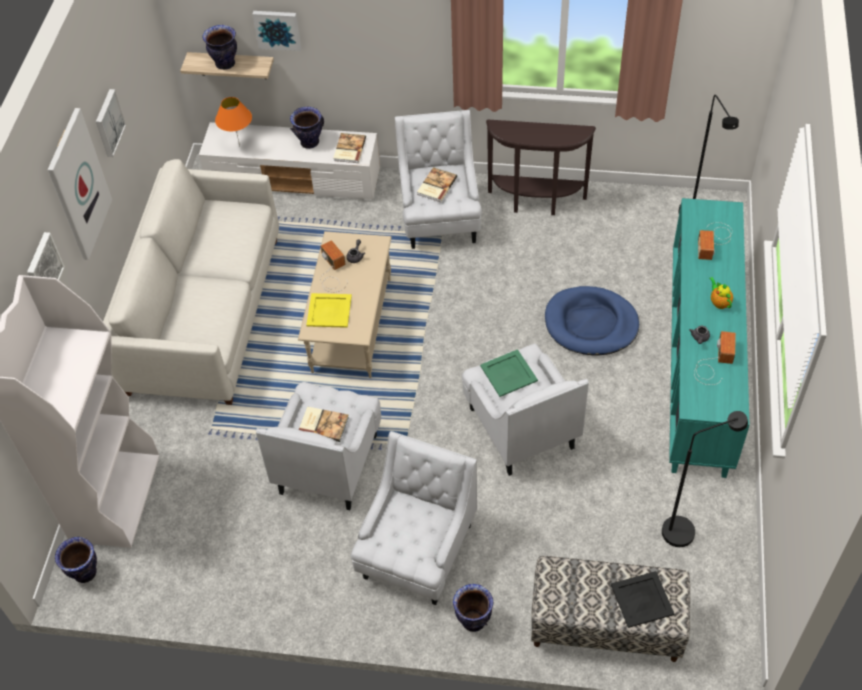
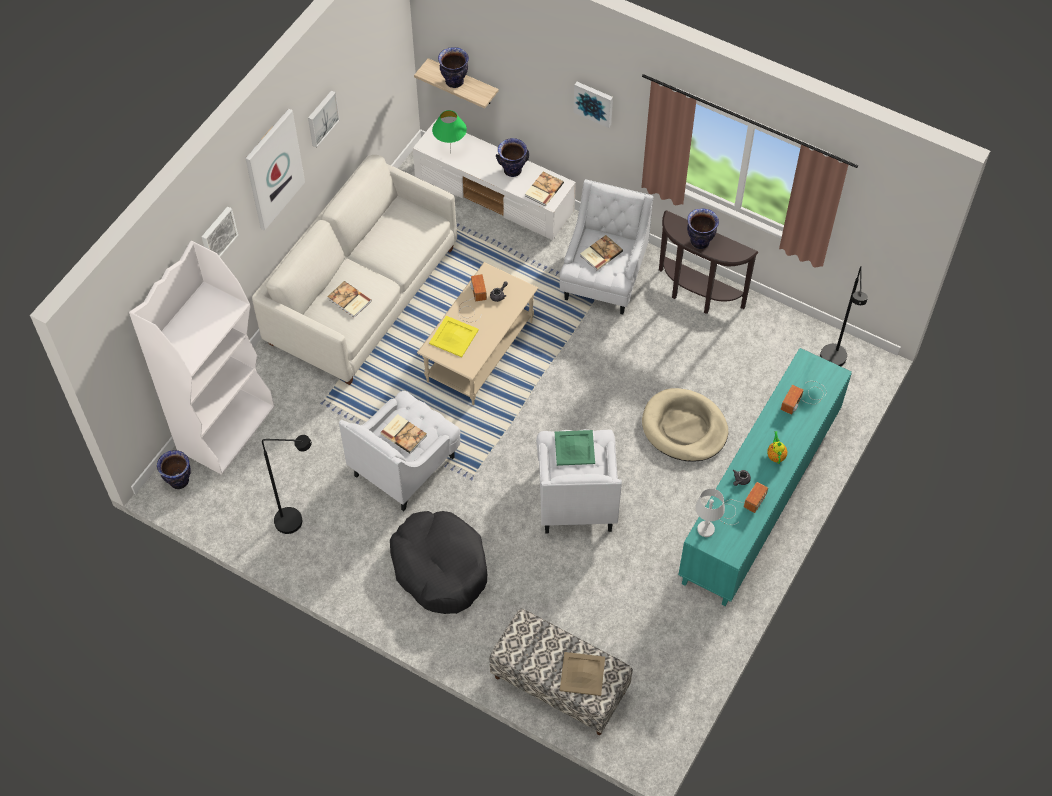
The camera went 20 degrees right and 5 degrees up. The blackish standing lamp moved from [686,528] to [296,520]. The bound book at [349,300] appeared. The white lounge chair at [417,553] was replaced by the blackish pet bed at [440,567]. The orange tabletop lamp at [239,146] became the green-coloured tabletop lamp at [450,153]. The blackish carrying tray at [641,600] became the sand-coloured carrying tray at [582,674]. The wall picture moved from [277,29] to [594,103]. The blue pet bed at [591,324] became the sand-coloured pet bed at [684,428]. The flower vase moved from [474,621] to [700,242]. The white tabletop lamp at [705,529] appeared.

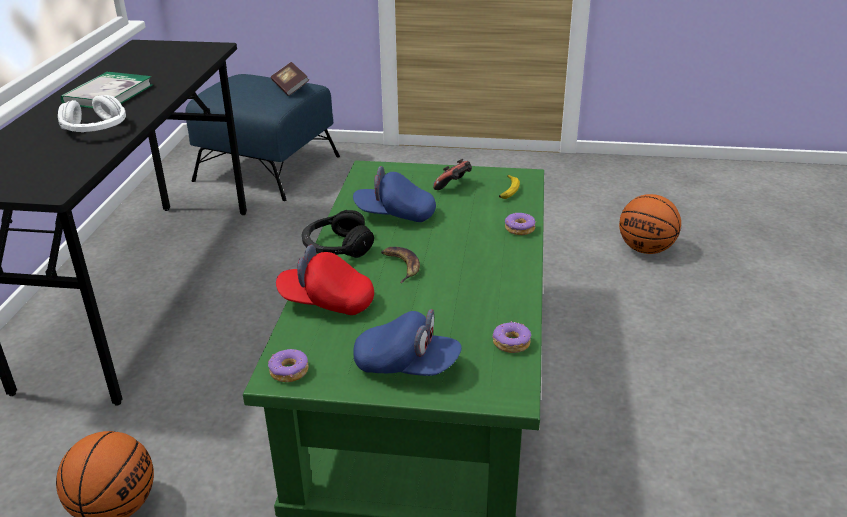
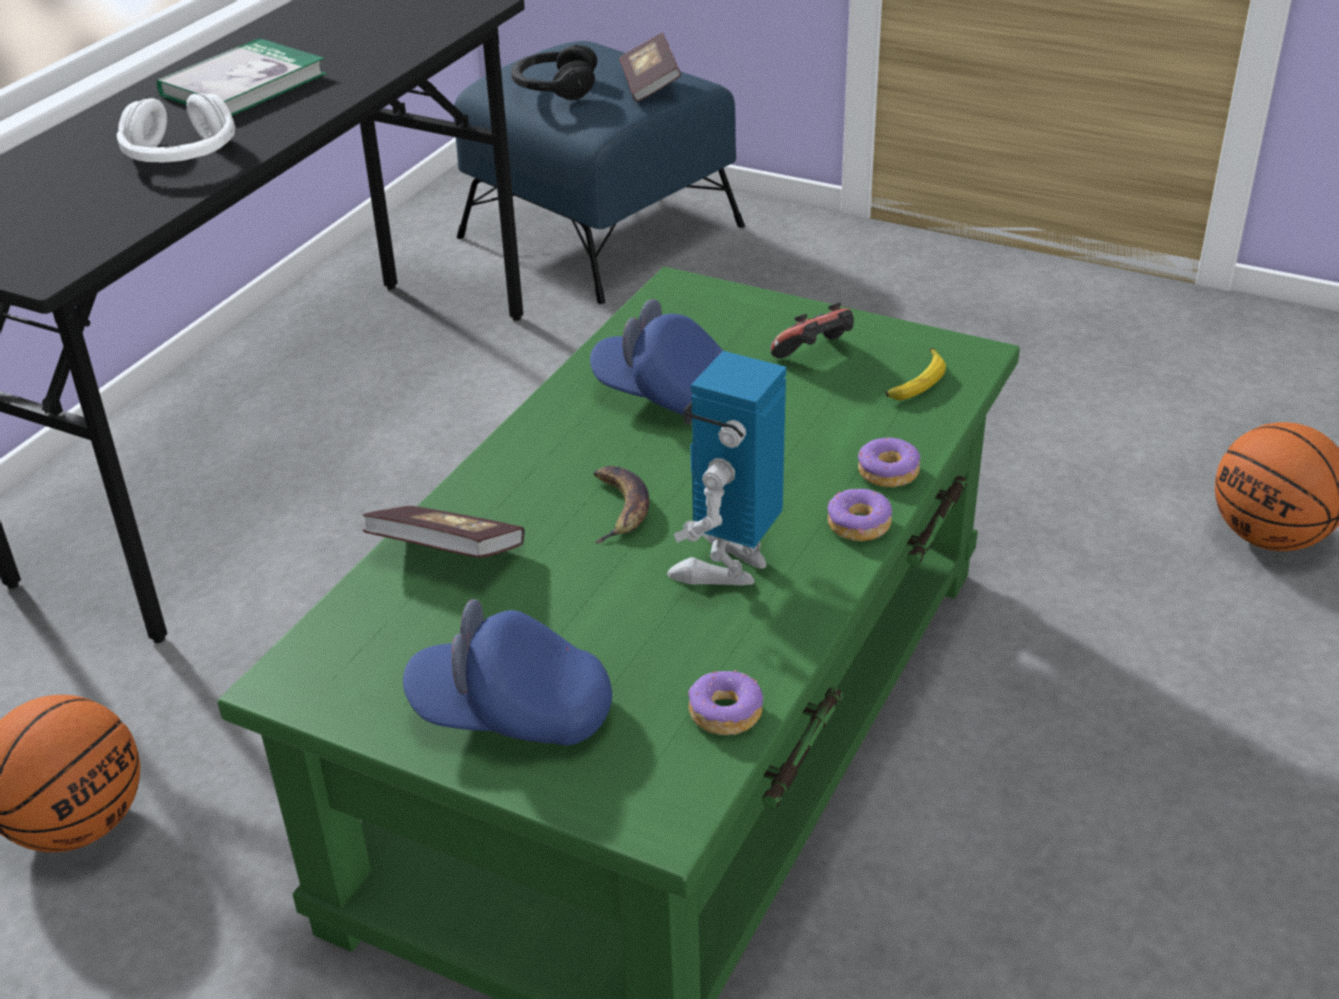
The camera went 20 degrees right and 5 degrees up. The red peaked cap at [326,302] was replaced by the bound book at [447,554]. The blue peaked cap at [407,366] turned 150 degrees clockwise. The blackish pair of headphones moved from [337,247] to [555,88]. The toy robot at [728,565] appeared. The doughnut moved from [289,371] to [859,525].

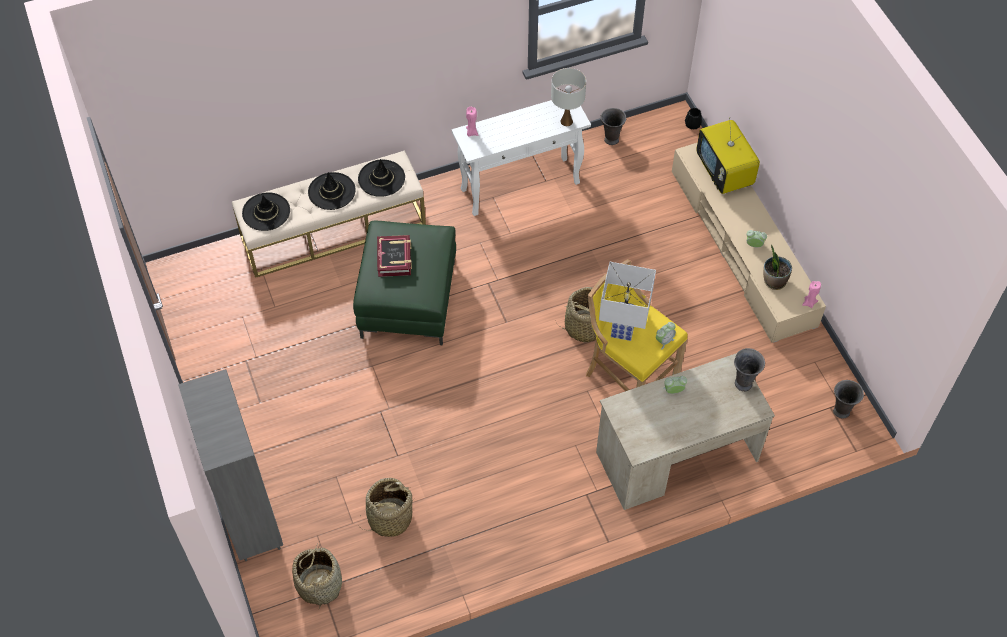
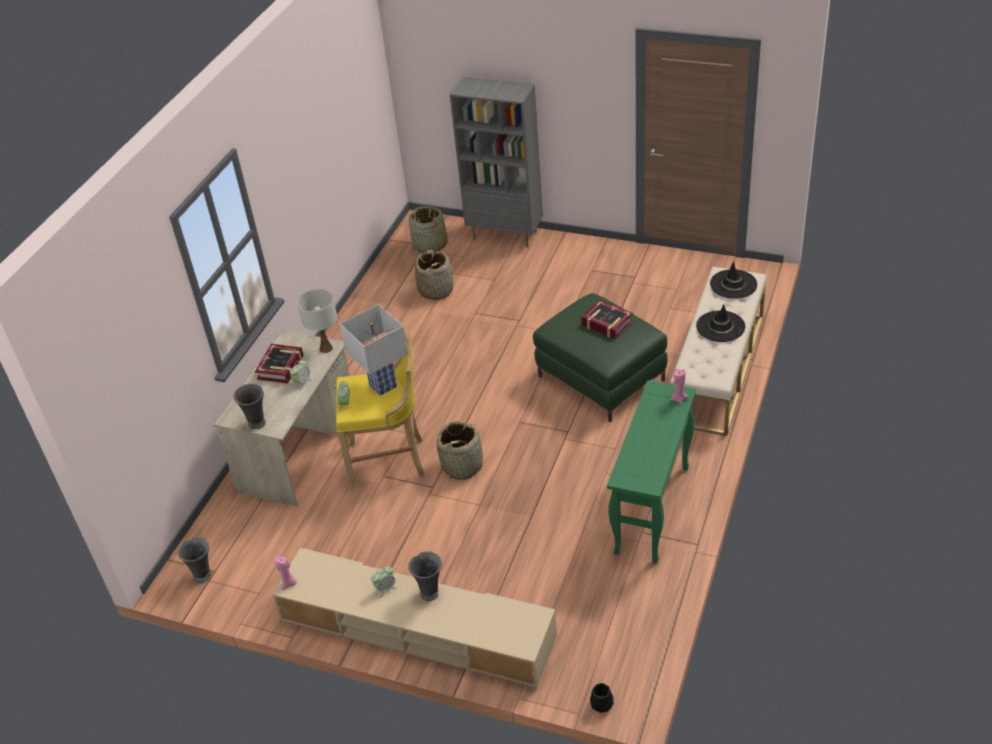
The camera went 135 degrees right and 15 degrees down. The bound book at [281,367] appeared. The white tabletop lamp moved from [566,121] to [326,348]. The greyish flower vase moved from [611,140] to [430,592]. The white hall table at [521,186] became the green-coloured hall table at [652,511]. The blackish clothing hat at [381,178] disappeared. The TV set at [724,174] disappeared. The plant in a pot at [774,281] disappeared.

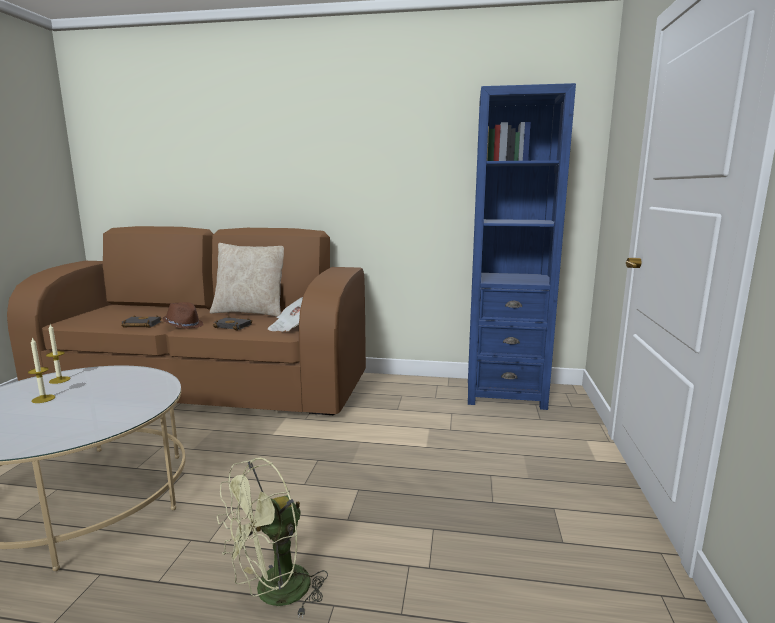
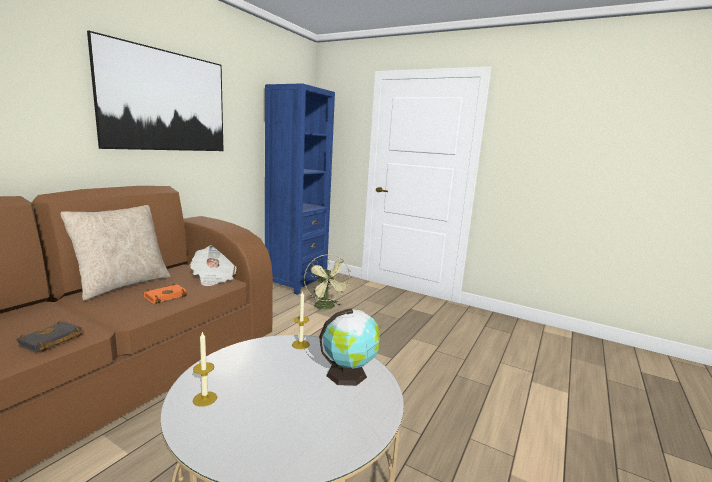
The camera went 70 degrees left and 0 degrees up. The wall picture at [166,101] appeared. The blackish bound book at [234,326] became the orange bound book at [166,296]. The wax candle moved from [43,399] to [300,344]. The green-coloured fan moved from [273,594] to [326,307]. The desk globe at [349,373] appeared. The brownish clothing hat at [183,325] disappeared.

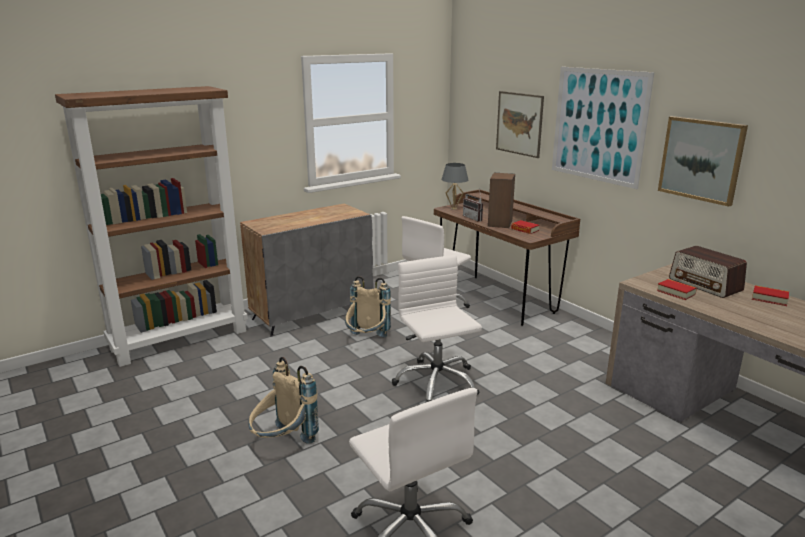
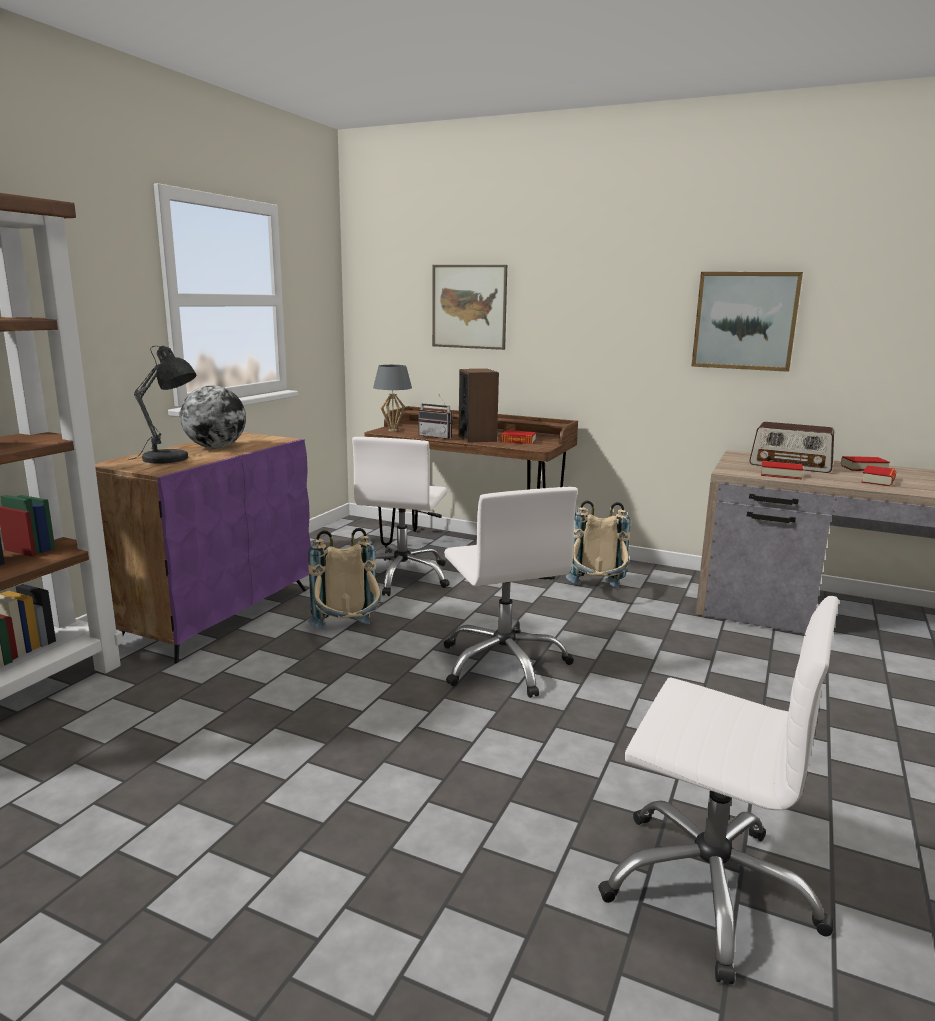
The camera went 30 degrees left and 5 degrees down. The greyish cupboard at [313,313] became the purplish cupboard at [219,614]. The greyish tabletop lamp at [169,459] appeared. The desk globe at [215,447] appeared. The white desk chair at [436,382] turned 150 degrees counterclockwise. The sand-coloured backpack moved from [283,443] to [597,593]. The bound book at [878,480] appeared. The wall picture at [598,125] disappeared.

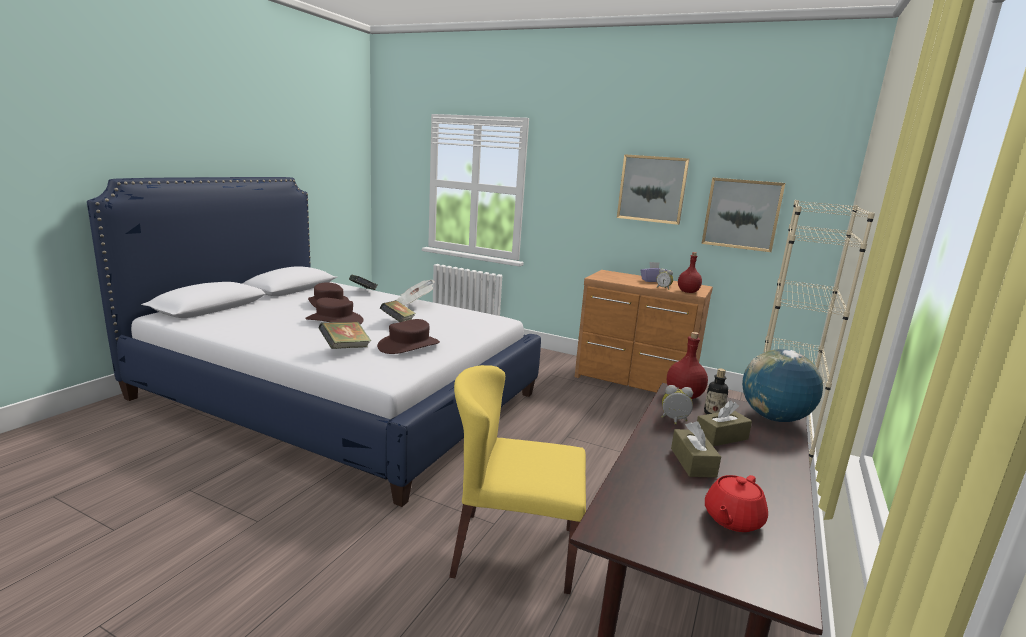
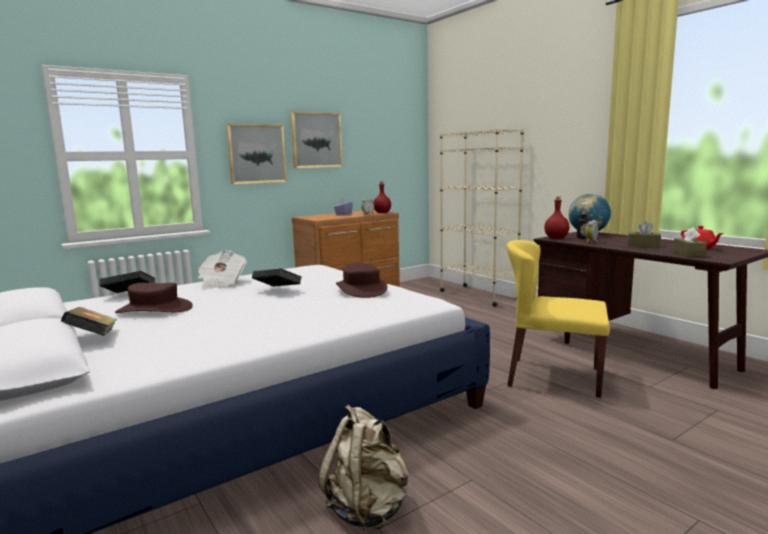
The camera went 60 degrees left and 5 degrees down. The bound book moved from [345,348] to [93,338]. The wall picture moved from [742,214] to [256,154]. The sand-coloured backpack at [368,508] appeared. The yellow upright chair at [513,550] turned 75 degrees clockwise. The brownish tissue box moved from [721,437] to [688,254]. The brownish clothing hat at [335,320] disappeared.

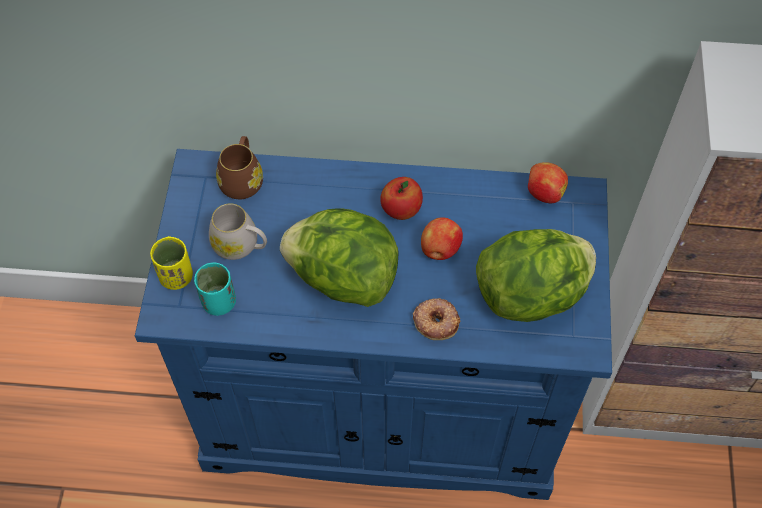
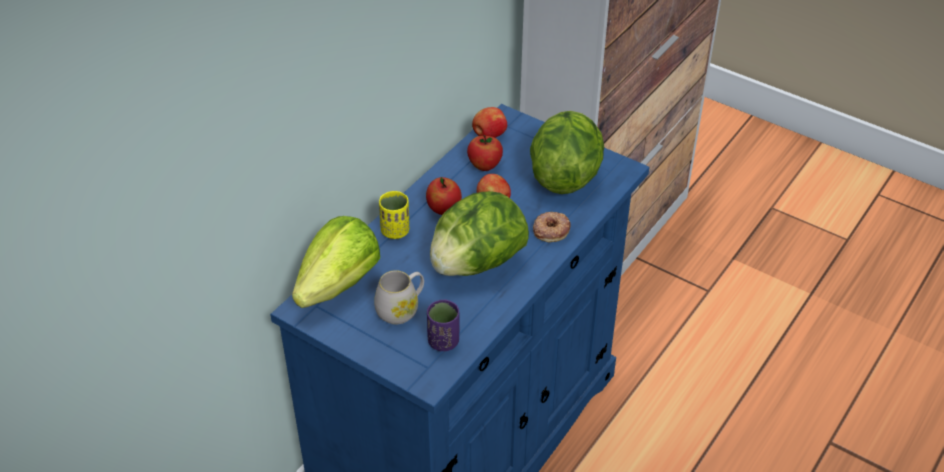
The camera went 60 degrees left and 15 degrees down. The brownish tea mug at [243,179] was replaced by the lettuce head at [339,284]. The yellow cup moved from [176,277] to [395,231]. The turquoise cup at [219,302] became the purplish cup at [443,341]. The apple fruit at [484,166] appeared.

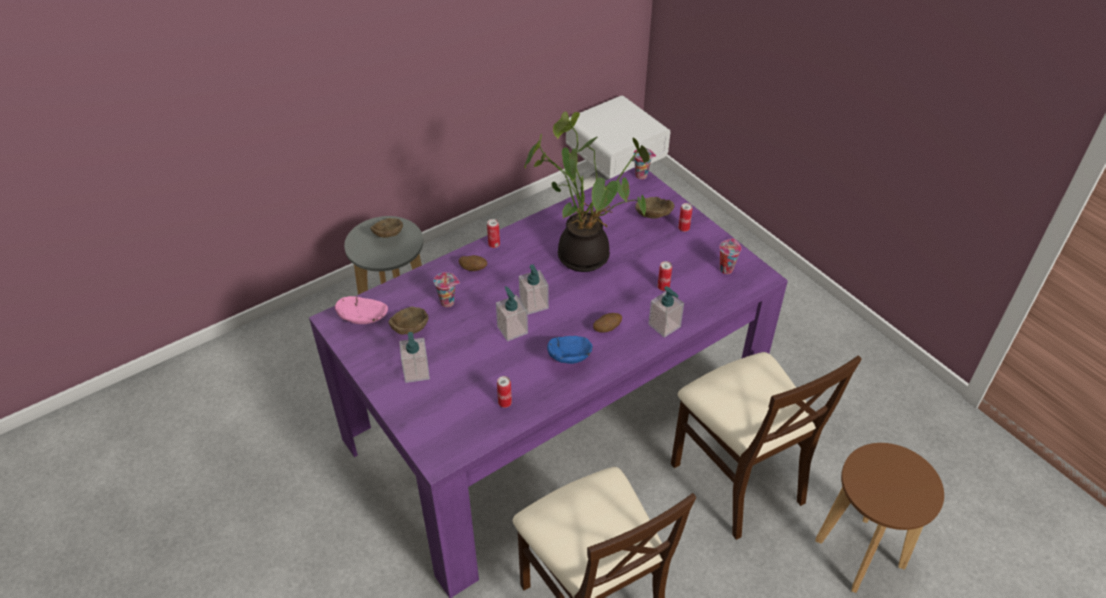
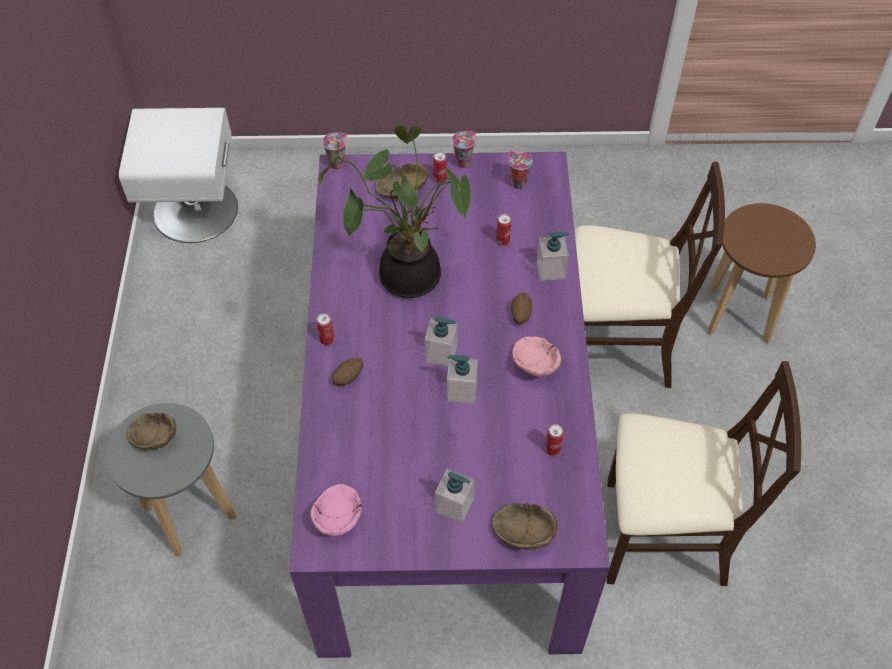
The camera went 55 degrees left and 10 degrees up. The cup moved from [448,302] to [463,162]. The brownish serving bowl moved from [411,328] to [522,531]. The blue serving bowl at [571,357] became the pinkish serving bowl at [534,363].

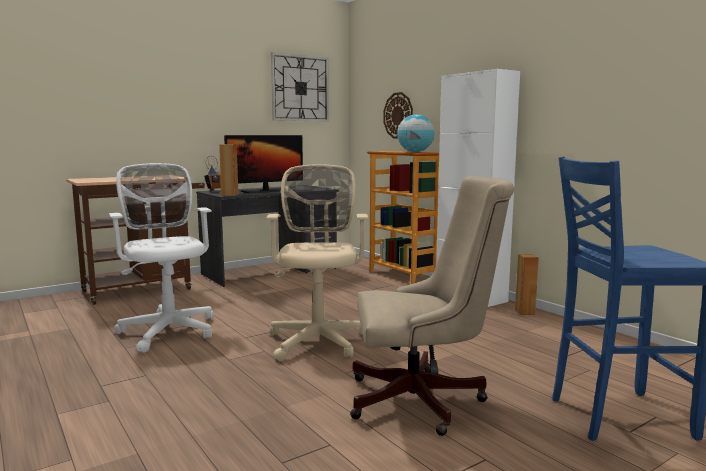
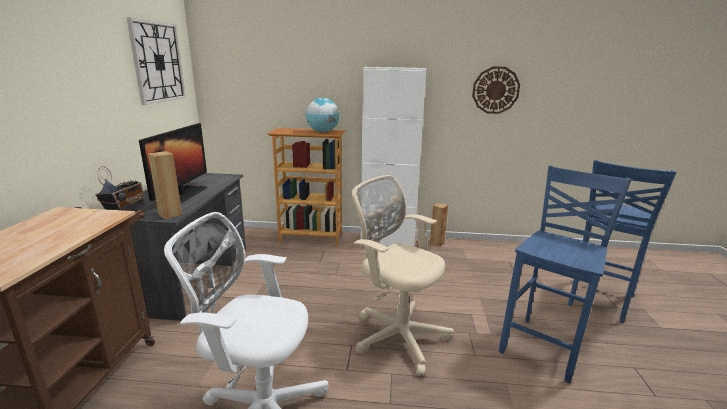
The camera went 50 degrees left and 10 degrees up. The hanging clock moved from [398,115] to [495,90]. The sand-coloured desk chair at [424,400] was replaced by the blue sitting stool at [544,347].

